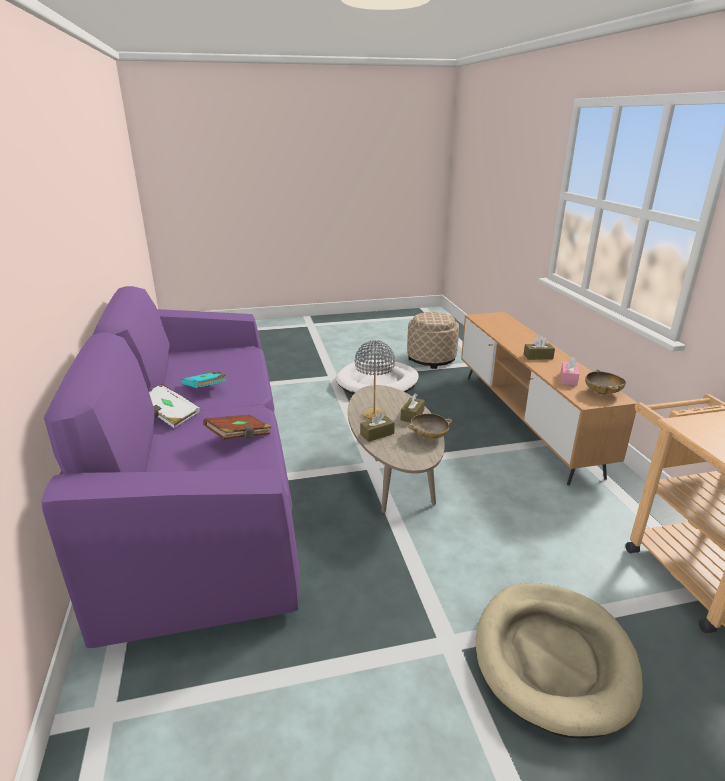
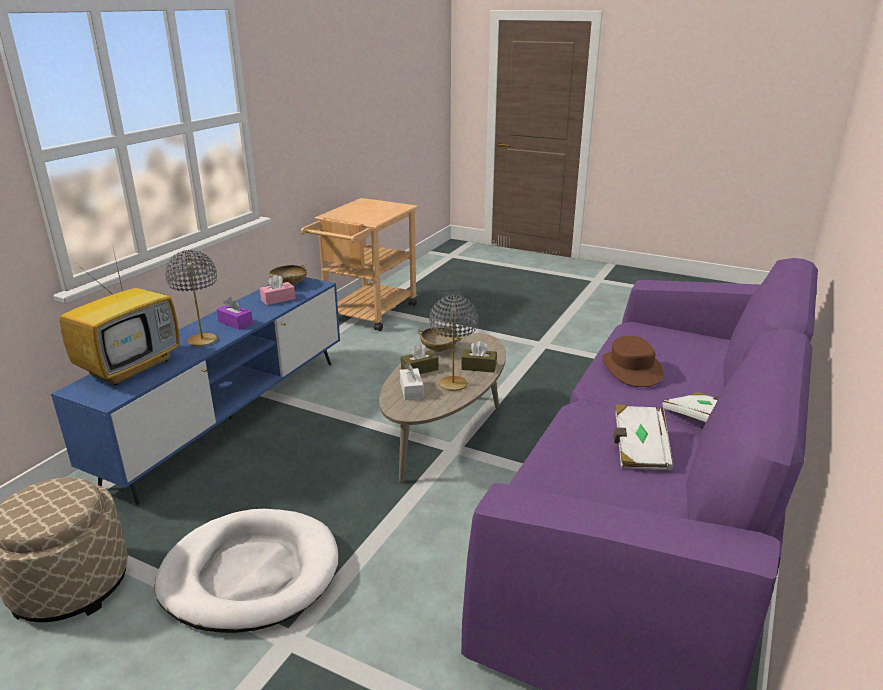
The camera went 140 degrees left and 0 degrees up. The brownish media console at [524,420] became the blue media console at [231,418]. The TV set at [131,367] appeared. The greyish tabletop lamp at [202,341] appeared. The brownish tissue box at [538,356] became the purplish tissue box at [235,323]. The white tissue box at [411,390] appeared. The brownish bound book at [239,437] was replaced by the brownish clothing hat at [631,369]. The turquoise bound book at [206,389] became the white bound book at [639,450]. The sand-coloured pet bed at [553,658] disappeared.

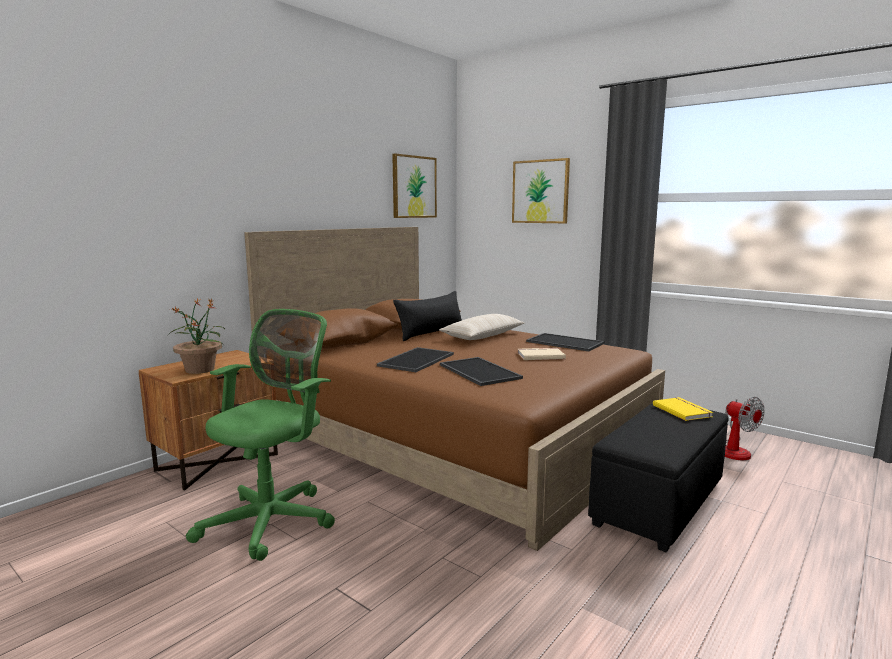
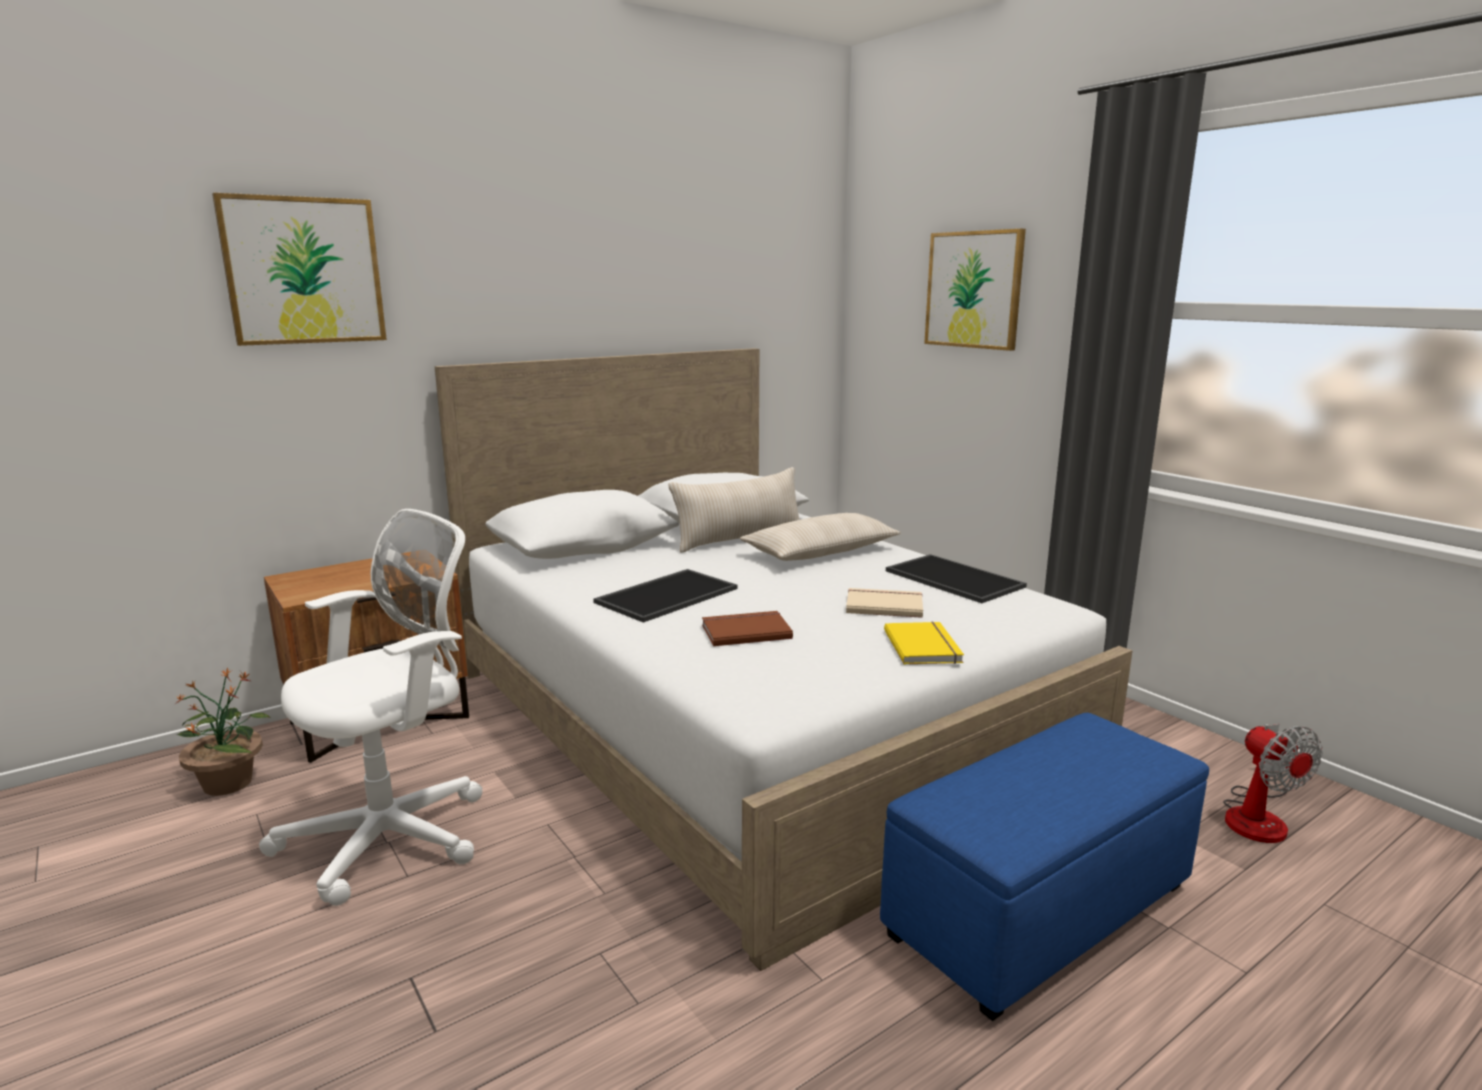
The camera went 15 degrees right and 5 degrees up. The plant in a pot moved from [200,369] to [228,782]. The wall picture moved from [414,187] to [304,271]. The green-coloured desk chair at [273,520] became the white desk chair at [395,835]. The brownish bed at [455,437] became the white bed at [754,719]. The blackish throw pillow at [431,333] became the sand-coloured throw pillow at [739,539]. The carrying tray at [477,371] was replaced by the brownish bound book at [745,631]. The blackish footrest at [659,502] became the blue footrest at [1040,909]. The yellow bound book moved from [683,410] to [924,646].

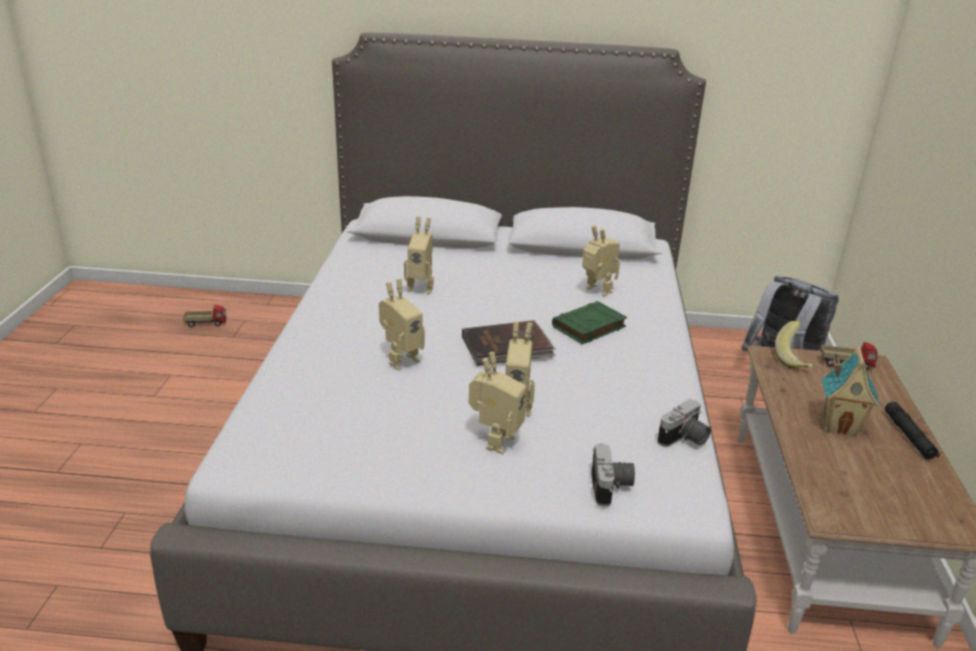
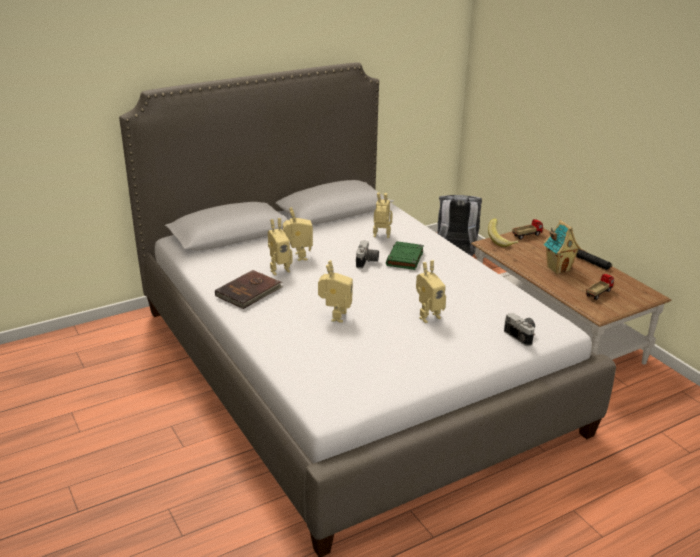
The camera went 35 degrees left and 0 degrees up. The brownish bound book moved from [508,347] to [249,292]. The toy robot moved from [494,441] to [298,257]. The photo camera moved from [684,439] to [367,262]. The model truck moved from [206,323] to [598,293].

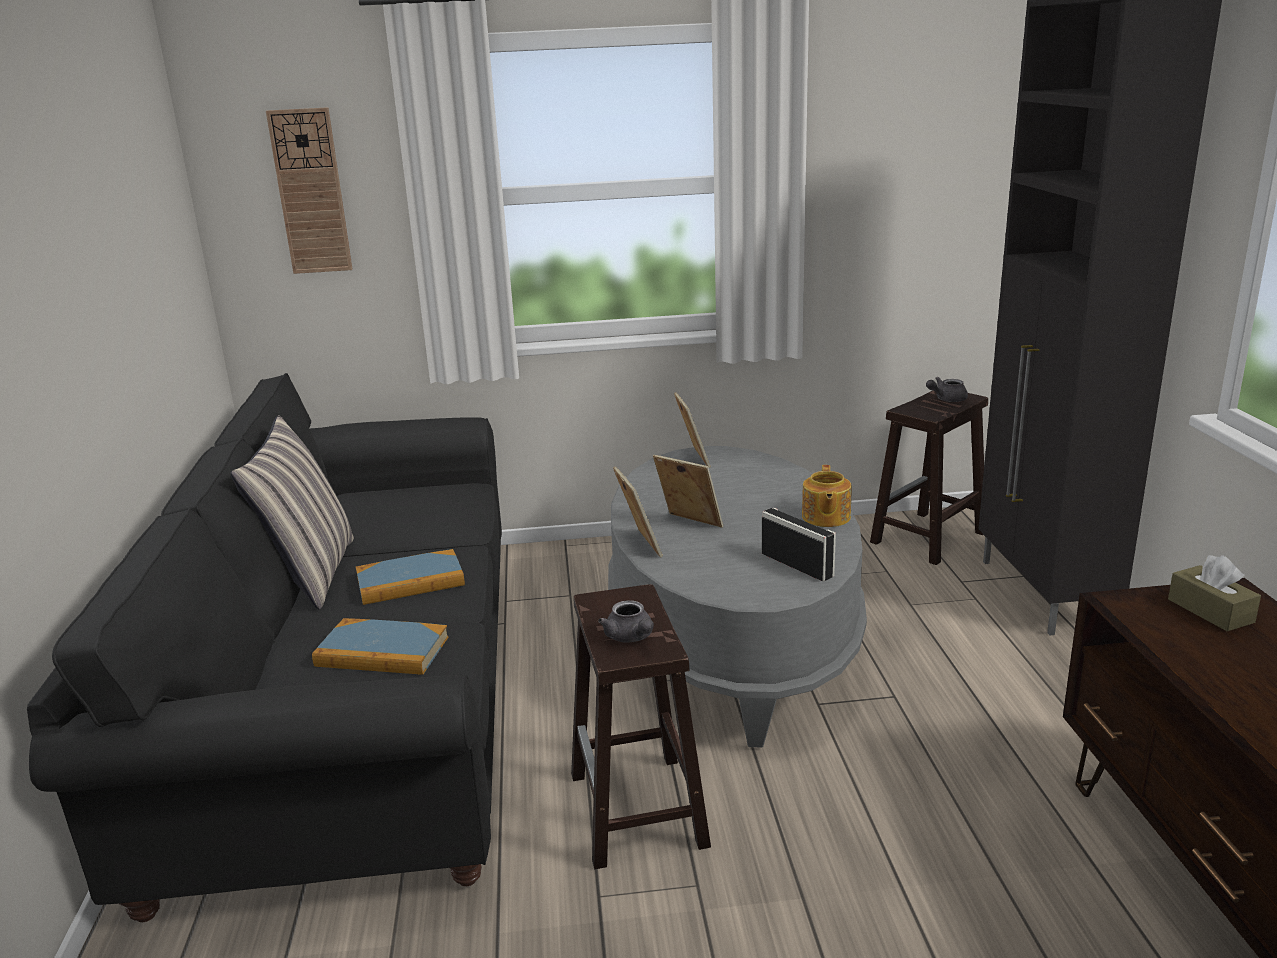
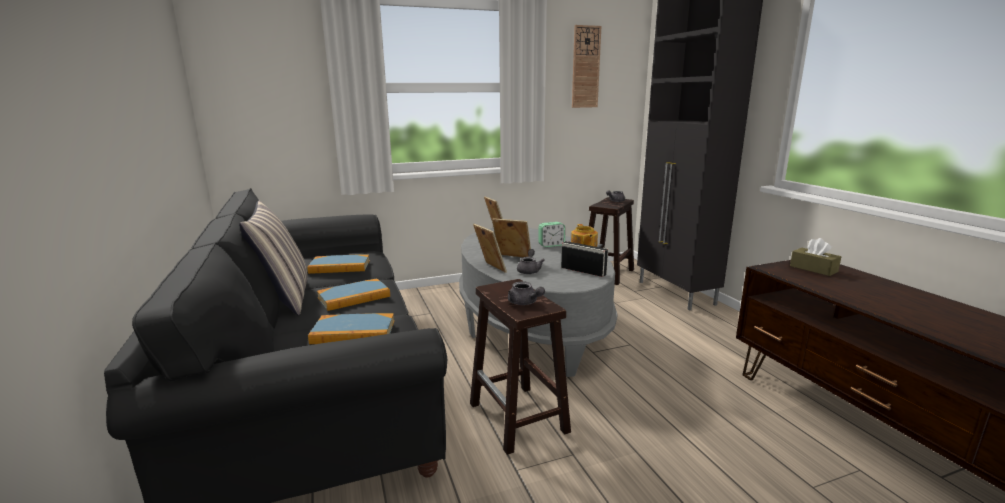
The camera went 15 degrees left and 5 degrees down. The bound book at [340,267] appeared. The greyish tea pot at [529,270] appeared. The bedside clock at [551,245] appeared. The hanging clock moved from [310,192] to [585,67].

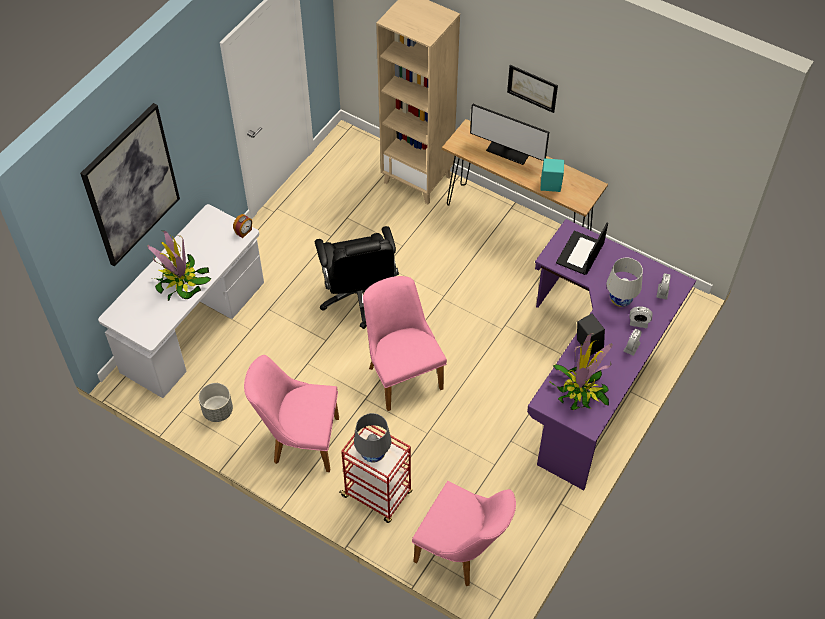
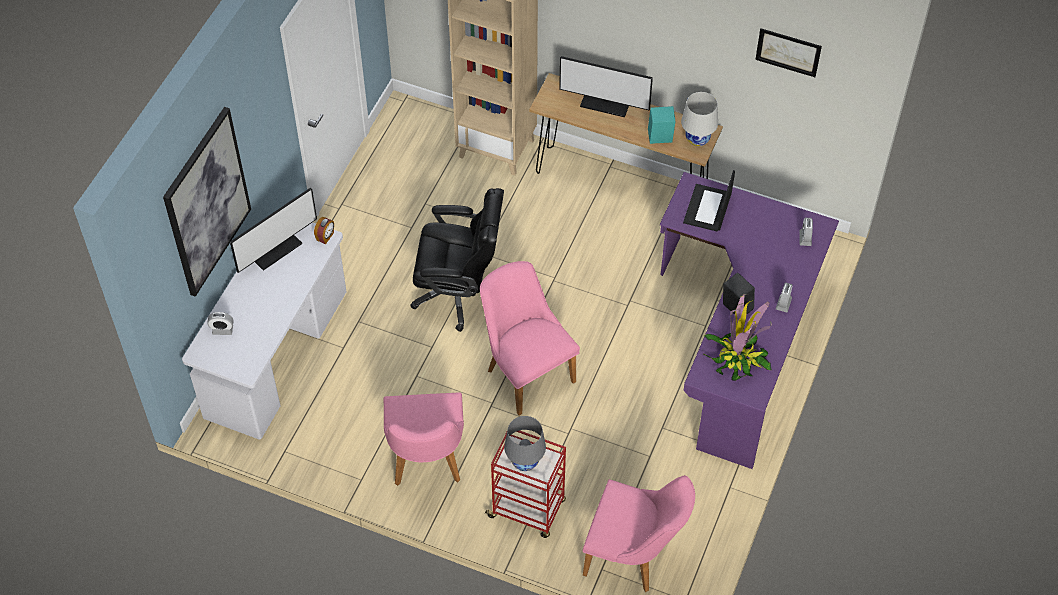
The camera went 10 degrees left and 0 degrees up. The bedside clock moved from [638,323] to [222,330]. The computer screen at [276,250] appeared. The pinkish upright chair at [299,440] turned 90 degrees counterclockwise. The blackish desk chair at [359,297] turned 60 degrees counterclockwise. The white tabletop lamp moved from [620,299] to [697,139]. The wall picture moved from [532,88] to [788,52]. The plant in a pot at [180,281] disappeared. The greyish plant pot at [218,410] disappeared.

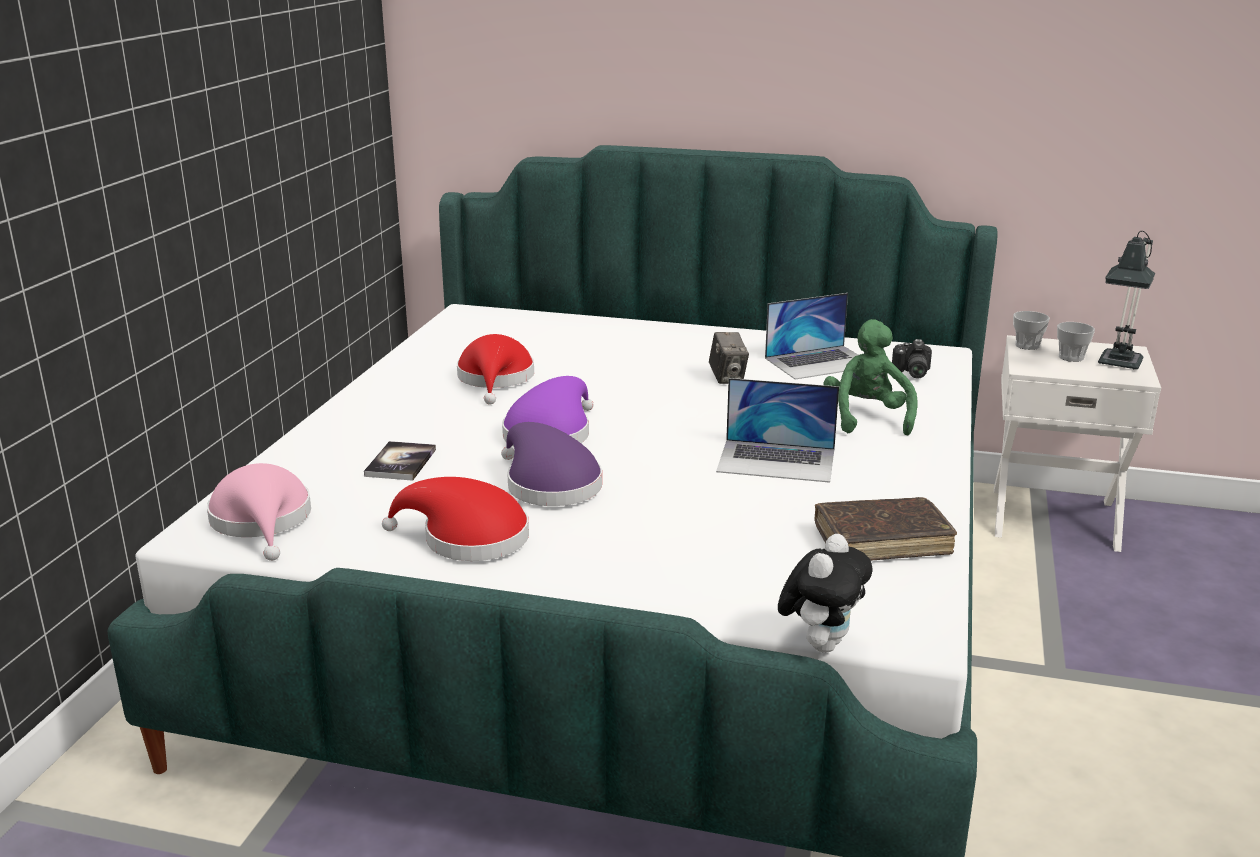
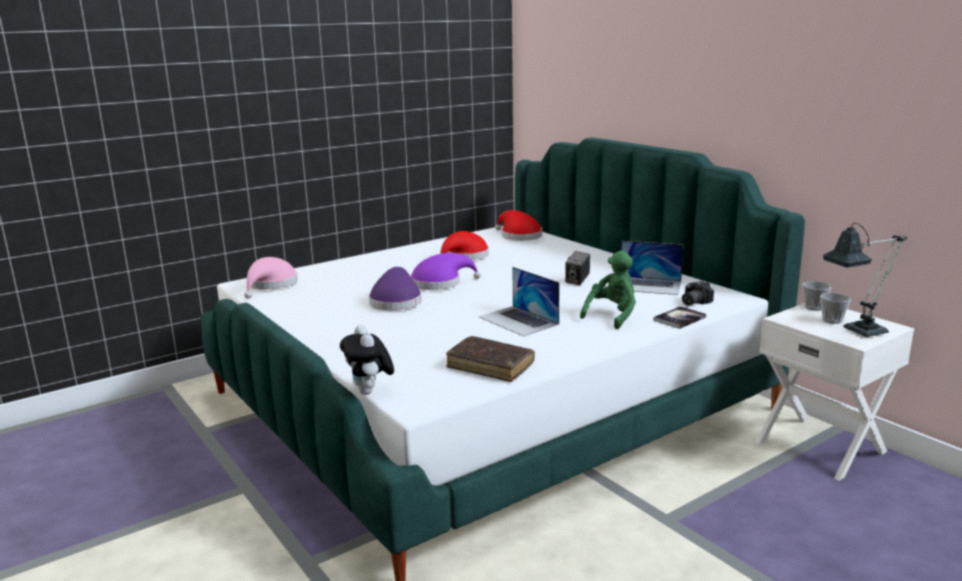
The camera went 40 degrees right and 5 degrees down. The soft toy at [821,643] turned 90 degrees clockwise. The red clothing hat moved from [467,538] to [518,236]. The bound book moved from [400,463] to [679,319].

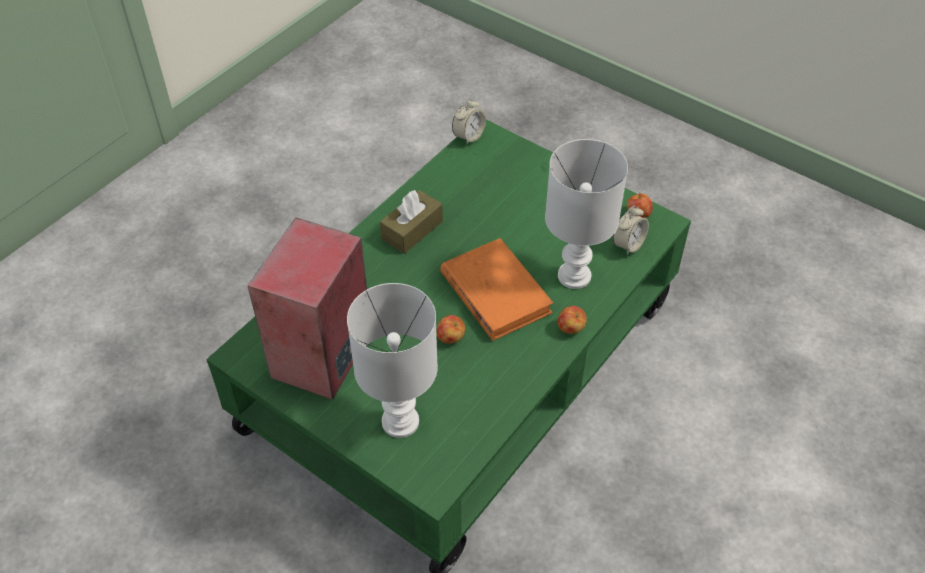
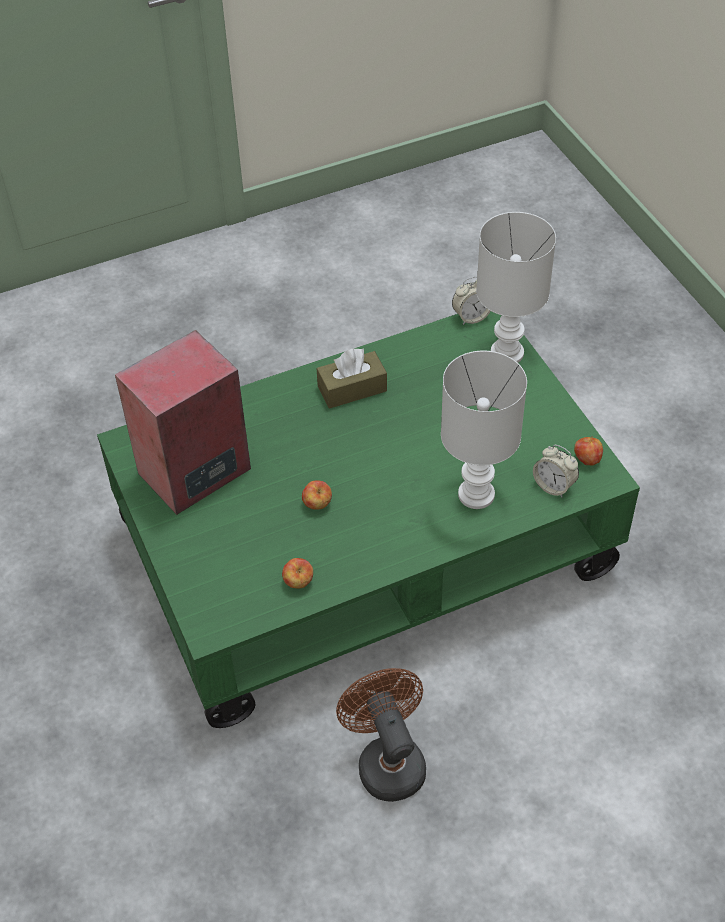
The camera went 30 degrees right and 0 degrees up. The apple fruit moved from [571,328] to [298,582]. The brownish fan at [387,760] appeared. The white tabletop lamp moved from [398,422] to [505,353]. The bedside clock at [628,245] turned 60 degrees clockwise. The orange bound book at [495,292] disappeared.

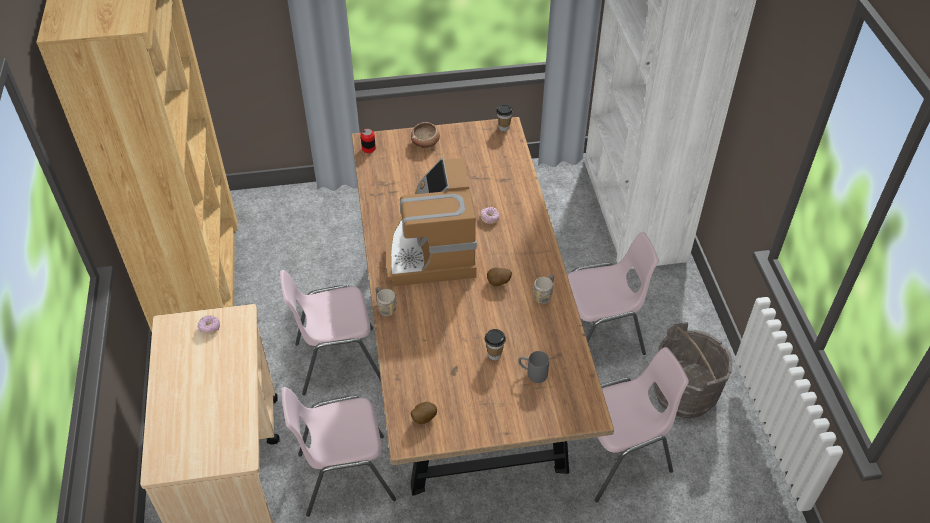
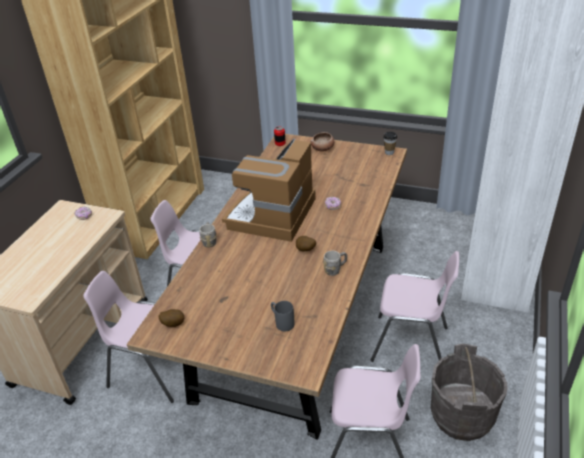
The camera went 30 degrees right and 10 degrees down. The cup at [494,355] disappeared.

